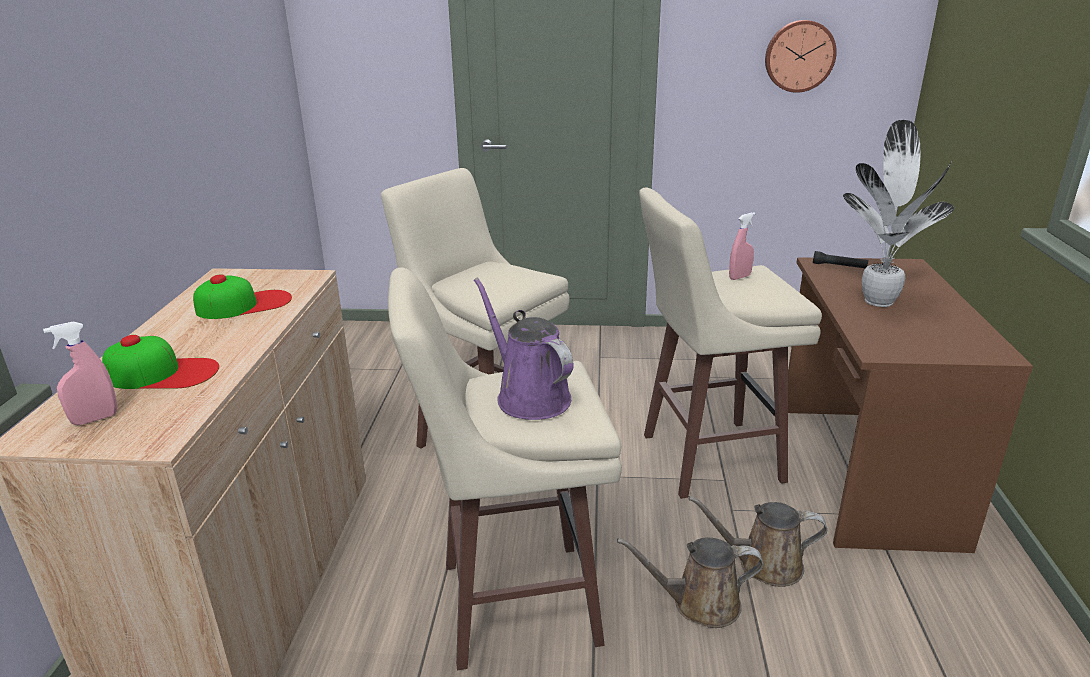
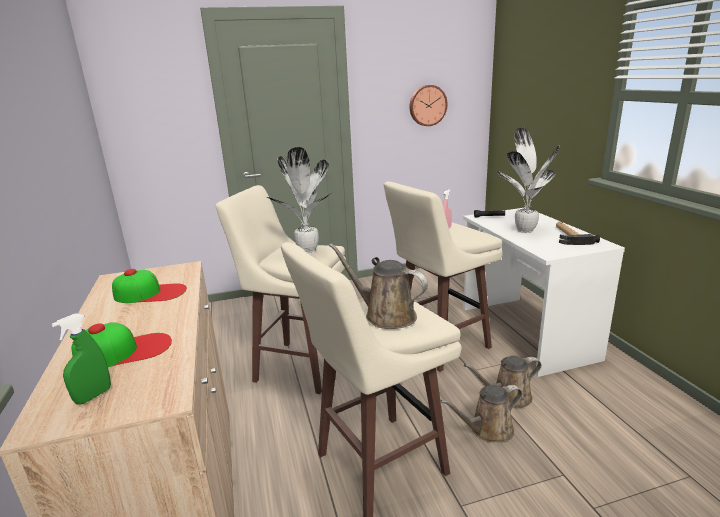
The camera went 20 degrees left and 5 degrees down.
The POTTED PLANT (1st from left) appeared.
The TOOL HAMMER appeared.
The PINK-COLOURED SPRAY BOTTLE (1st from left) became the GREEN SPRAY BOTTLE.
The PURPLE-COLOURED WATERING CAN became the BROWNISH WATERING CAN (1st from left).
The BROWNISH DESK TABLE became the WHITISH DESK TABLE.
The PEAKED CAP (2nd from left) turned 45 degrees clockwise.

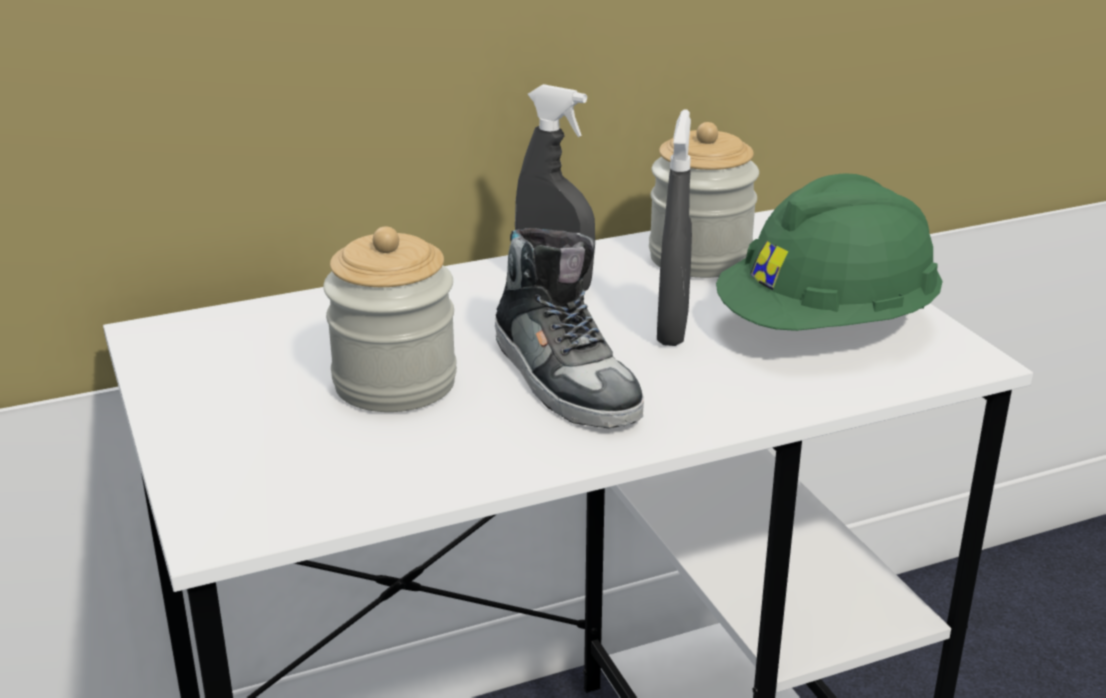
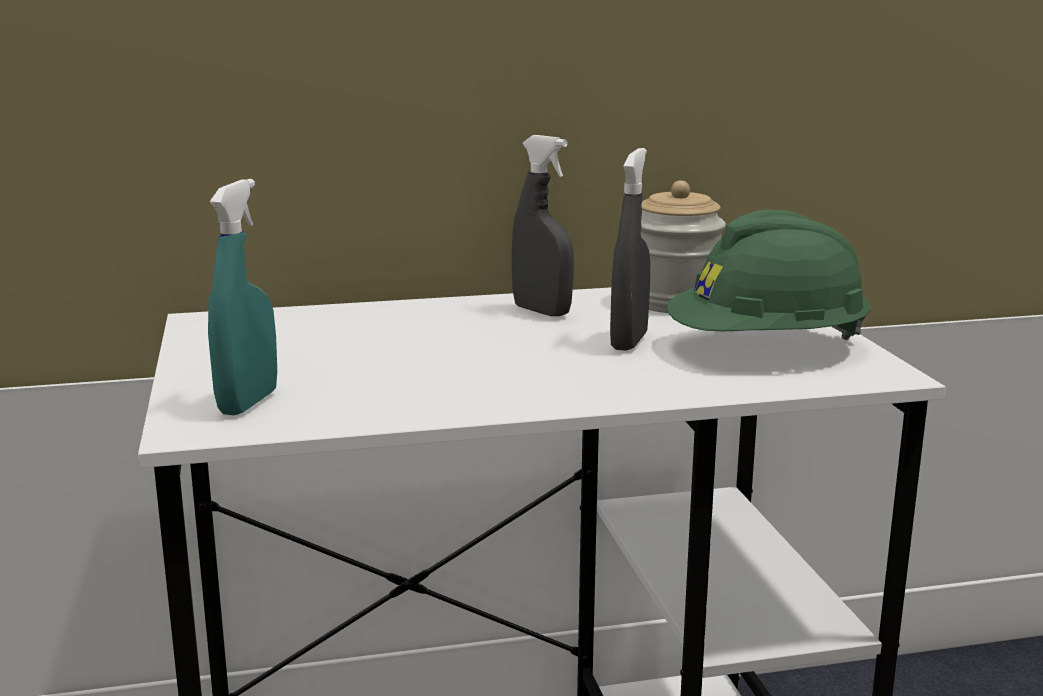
The camera went 10 degrees right and 10 degrees down.
The JAR (1st from left) disappeared.
The LOW SHOE disappeared.
The TURQUOISE SPRAY BOTTLE appeared.

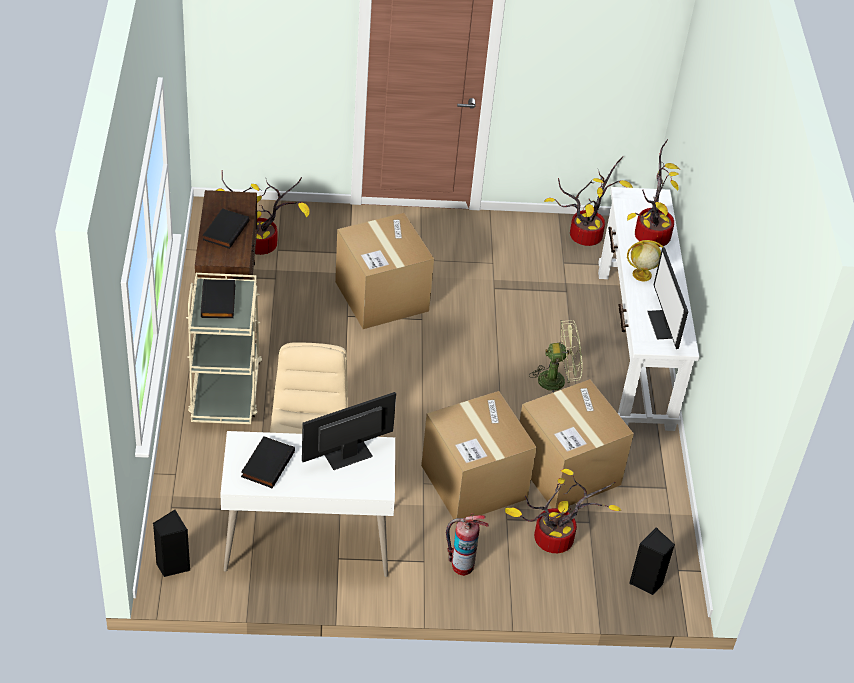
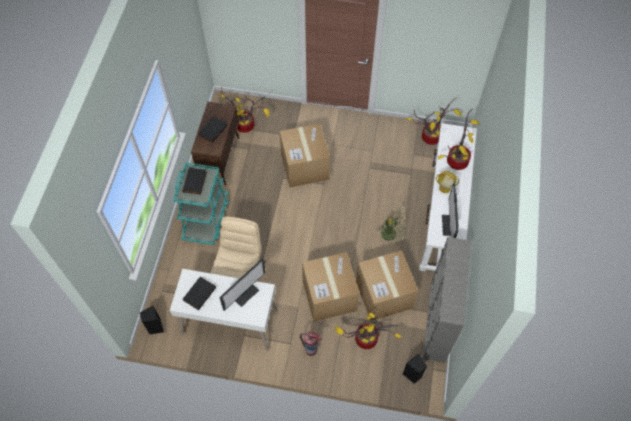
The camera went 15 degrees right and 15 degrees up.
The GREYISH BOOKCASE appeared.
The SAND-COLOURED CART became the TURQUOISE CART.
The MONITOR (1st from left) turned 150 degrees clockwise.

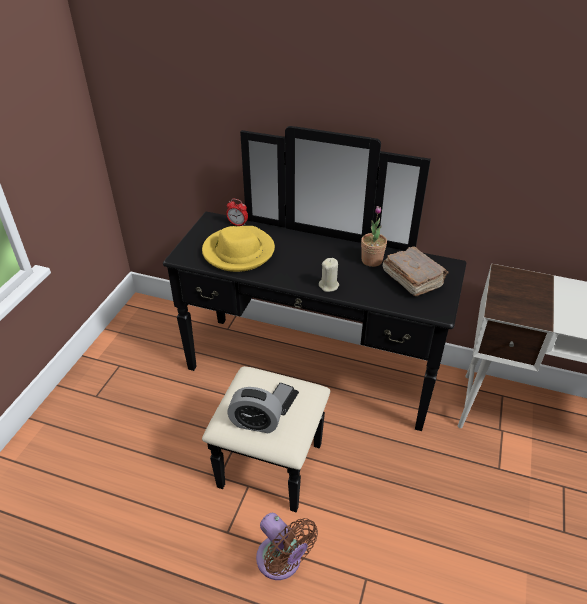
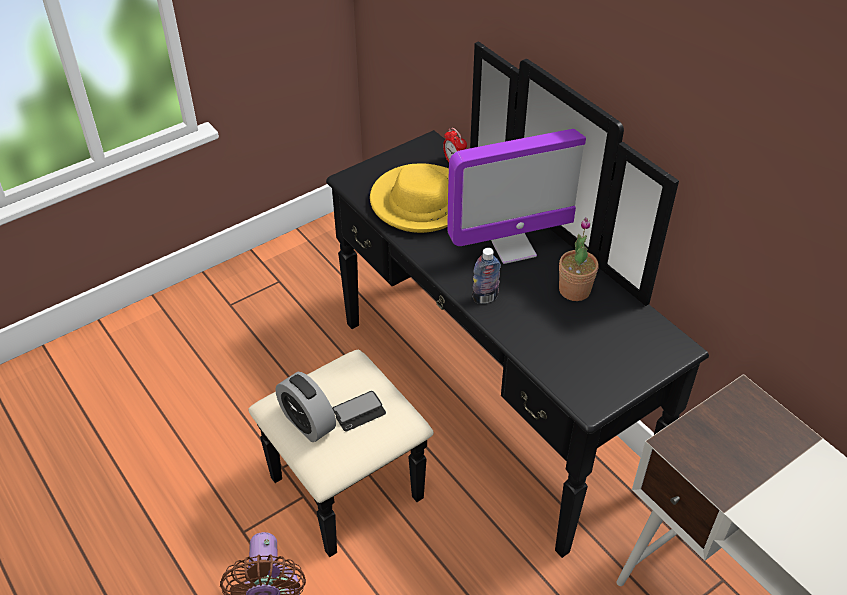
The camera went 35 degrees right and 5 degrees up.
The BROWNISH BOUND BOOK disappeared.
The MONITOR appeared.
The SAND-COLOURED WAX LIGHT was replaced by the BOTTLE.

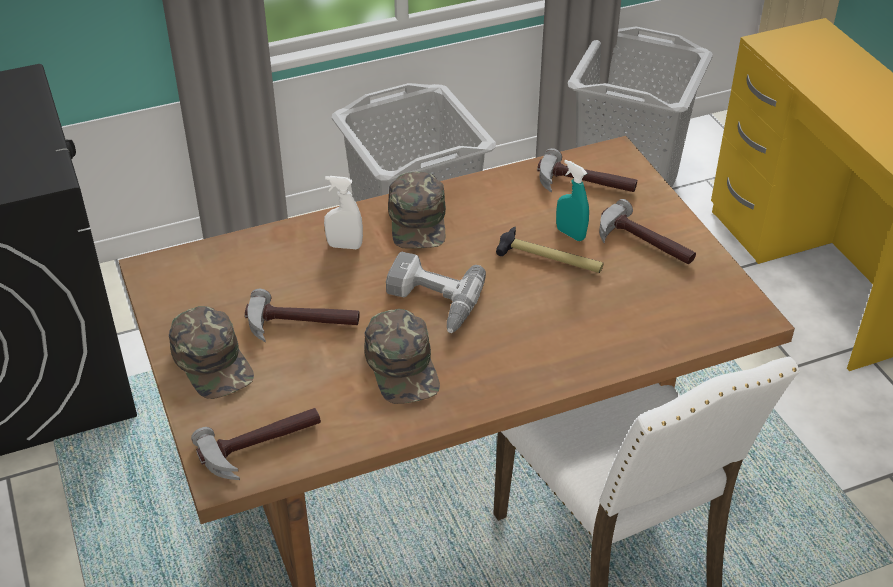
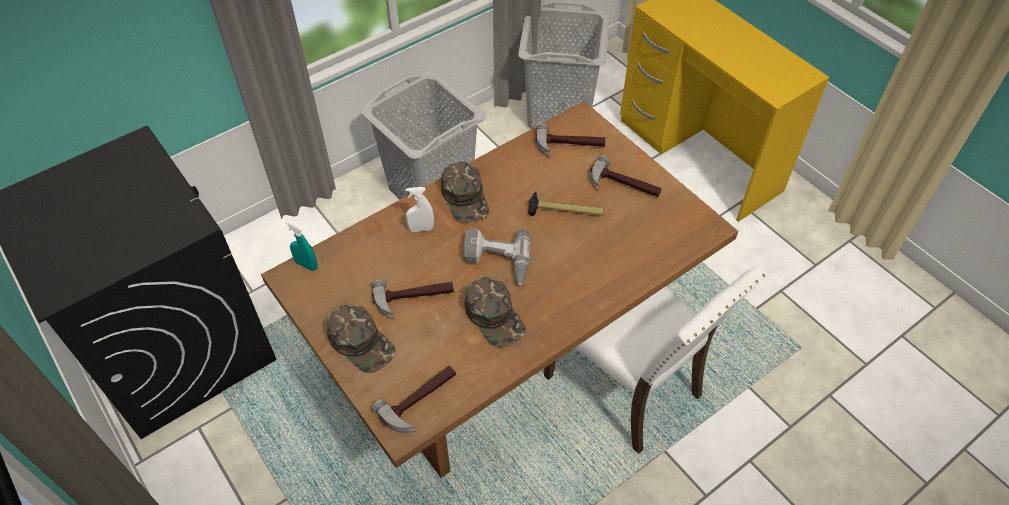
The camera went 15 degrees left and 10 degrees up.
The TURQUOISE SPRAY BOTTLE moved.

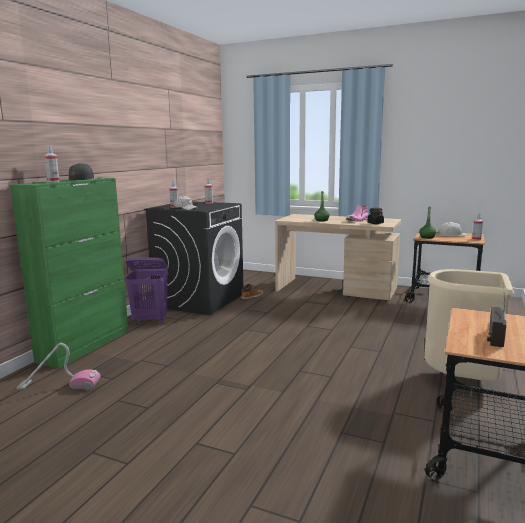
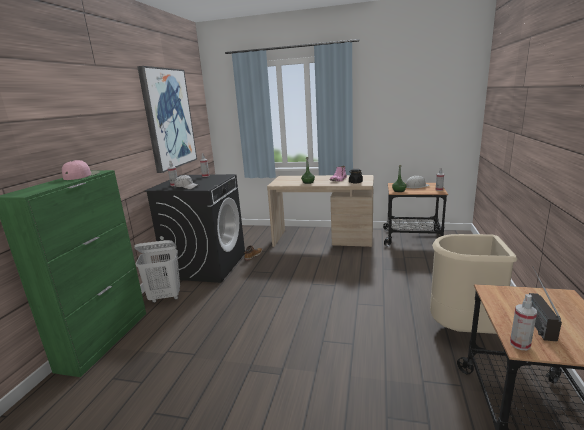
The camera went 10 degrees left and 5 degrees up.
The VACUUM disappeared.
The PICTURE appeared.
The SPRAY BOTTLE (1st from left in the first image) moved.
The BLACK PEAKED CAP became the PINK-COLOURED PEAKED CAP.
The PURPLE-COLOURED LAUNDRY BASKET became the WHITISH LAUNDRY BASKET.

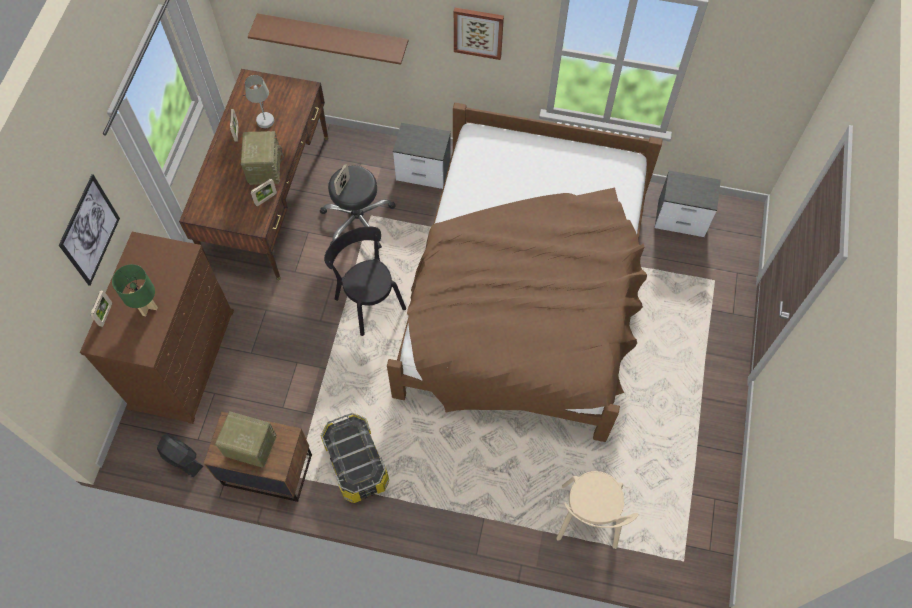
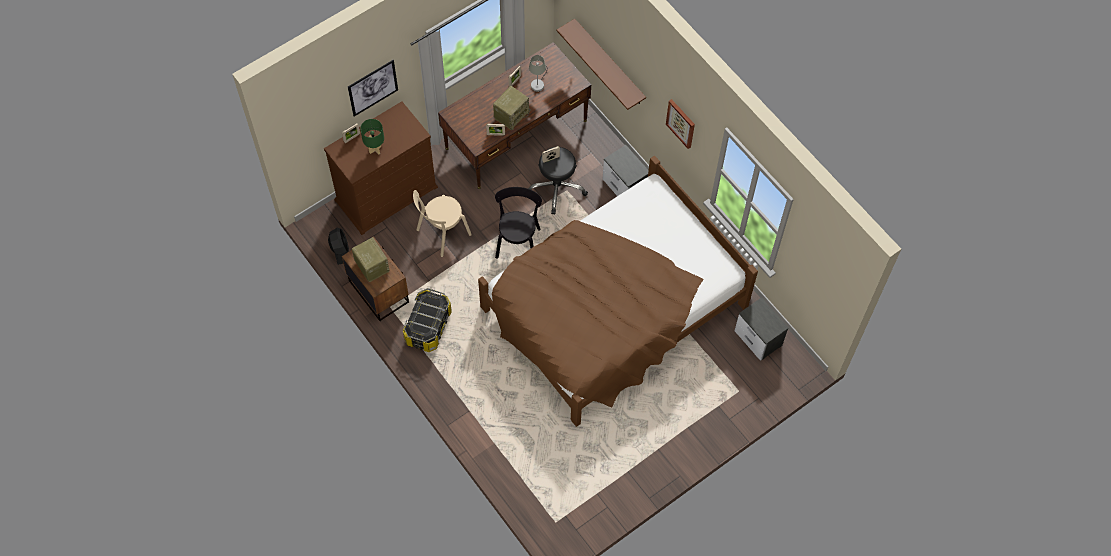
The camera went 40 degrees right and 0 degrees up.
The SAND-COLOURED PLAIN CHAIR moved.

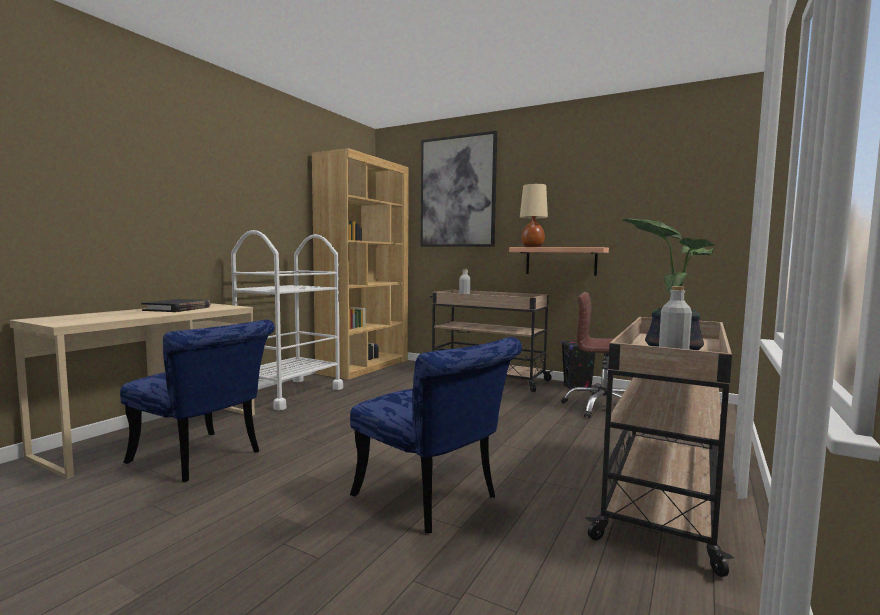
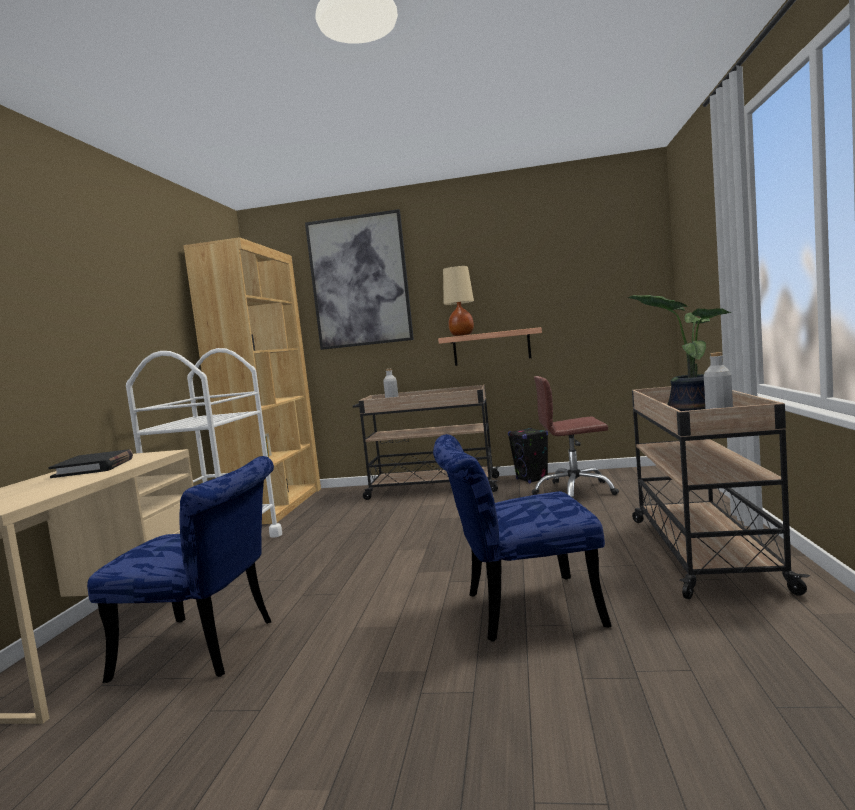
The camera went 20 degrees left and 0 degrees up.
The BLUE-COLOURED PLAIN CHAIR (2nd from left) turned 150 degrees clockwise.

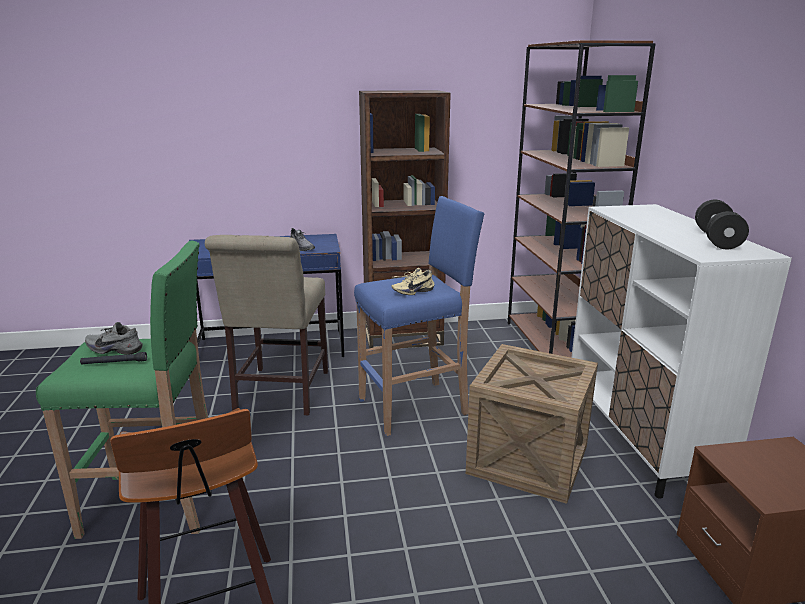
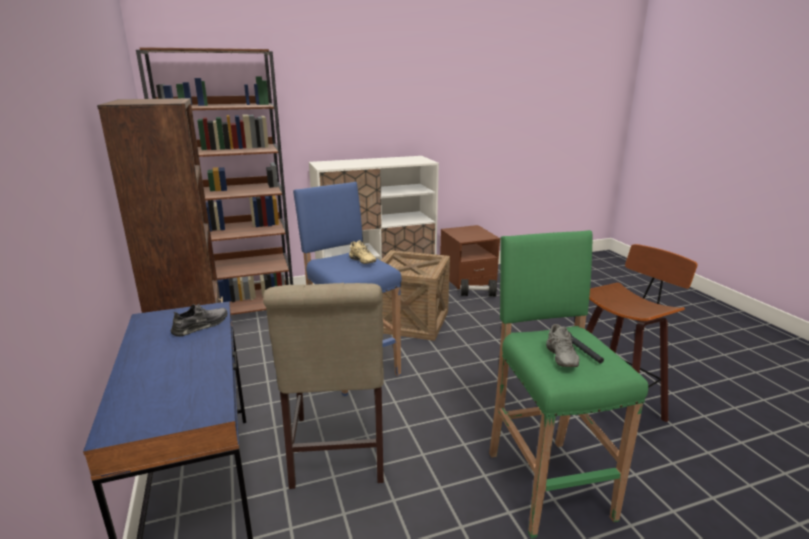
The camera went 100 degrees left and 0 degrees up.
The BLACK DUMBBELL moved.
The SAND-COLOURED PLAIN CHAIR turned 90 degrees clockwise.

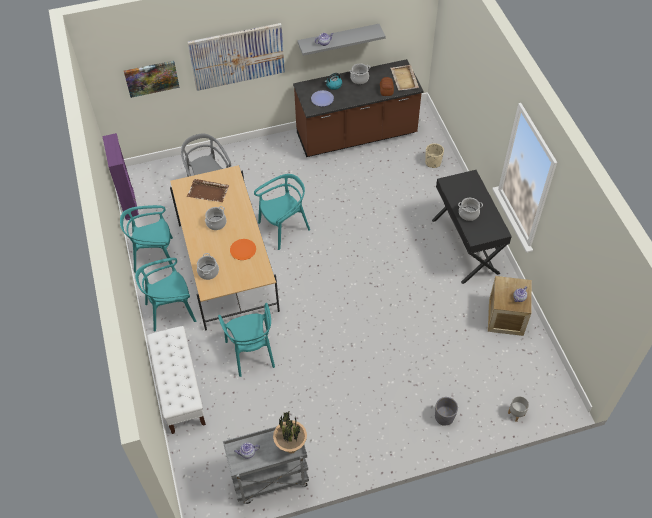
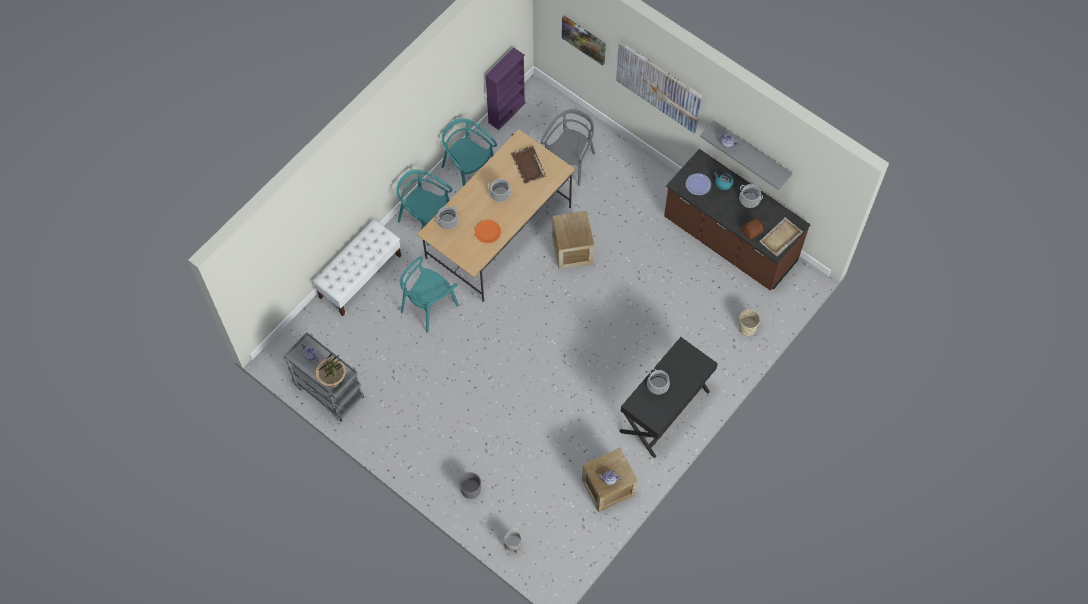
The camera went 55 degrees right and 10 degrees up.
The TURQUOISE PLAIN CHAIR (4th from left) was replaced by the CRATE (1st from left).

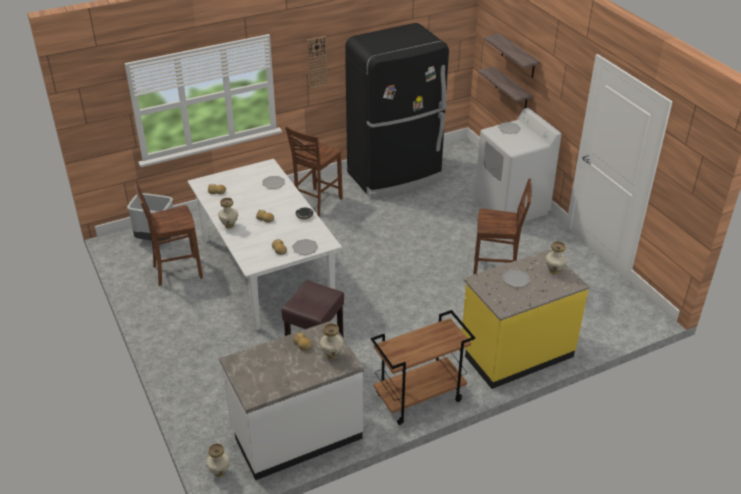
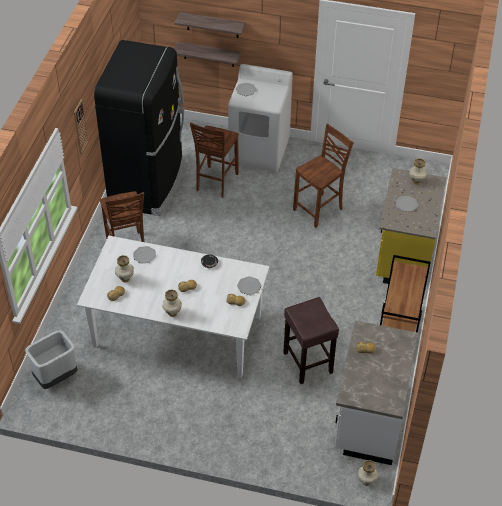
The camera went 50 degrees left and 10 degrees up.
The BROWNISH PLAIN CHAIR (1st from left in the first image) moved.
The DECORATIVE VASE (3rd from left in the first image) moved.

